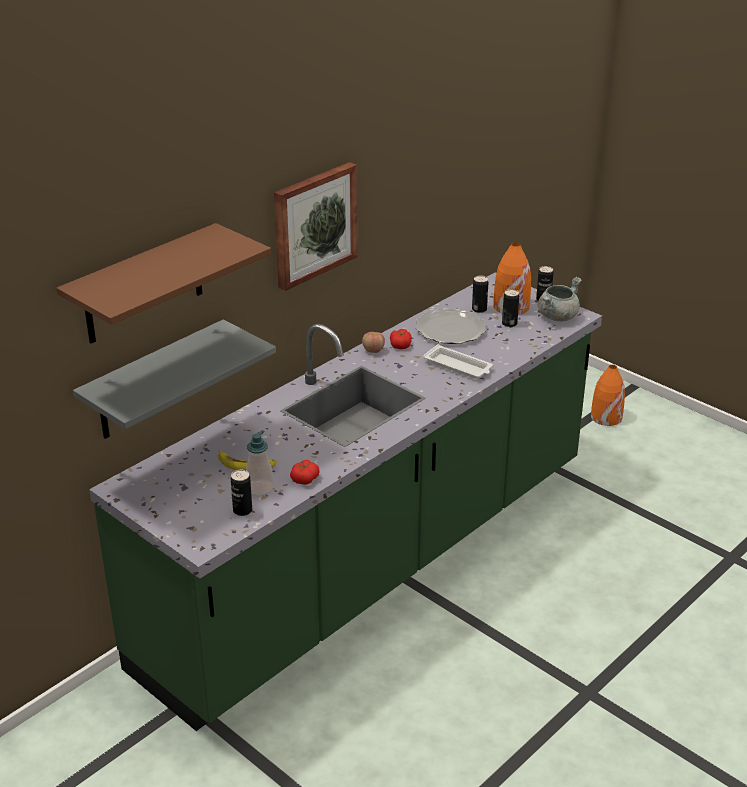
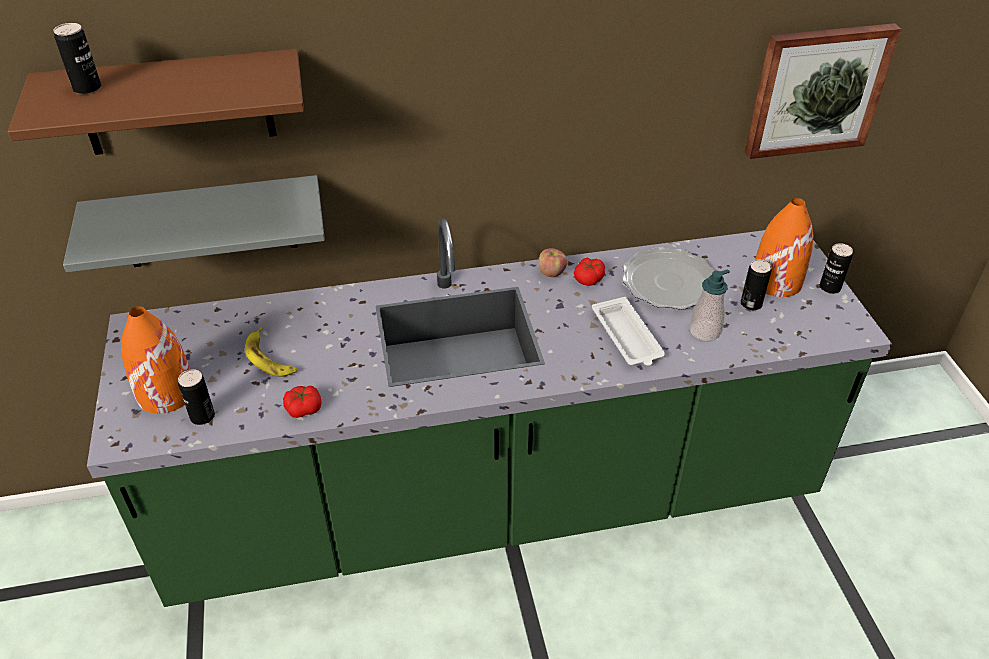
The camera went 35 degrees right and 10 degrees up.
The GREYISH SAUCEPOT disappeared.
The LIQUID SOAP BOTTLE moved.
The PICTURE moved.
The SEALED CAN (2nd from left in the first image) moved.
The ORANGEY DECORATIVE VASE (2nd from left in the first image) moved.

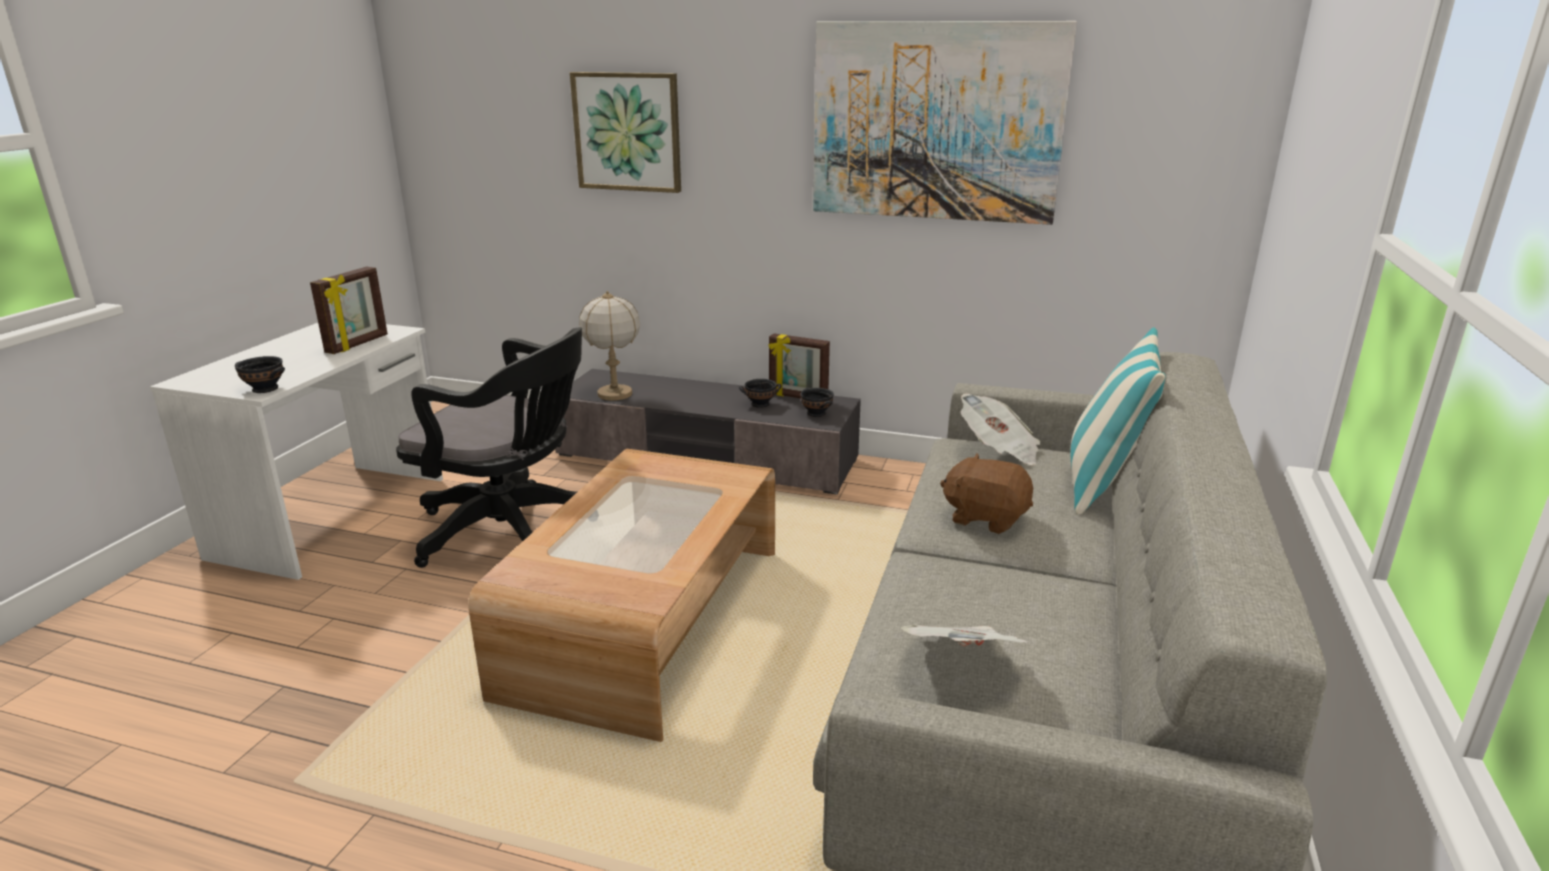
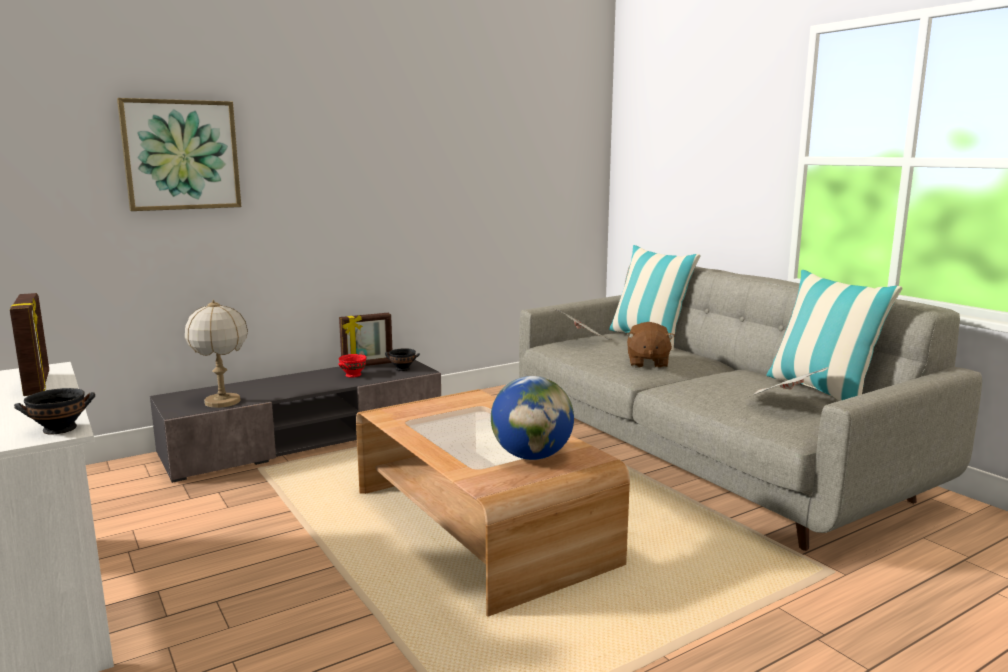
The camera went 50 degrees left and 10 degrees down.
The BLACK DESK CHAIR disappeared.
The PICTURE (2nd from left) disappeared.
The WORLD GLOBE appeared.
The CUSHION (2nd from left) appeared.
The BLACK BOWL (2nd from left) became the REDDISH BOWL.
The BROWNISH PLUSH TOY turned 60 degrees counterclockwise.

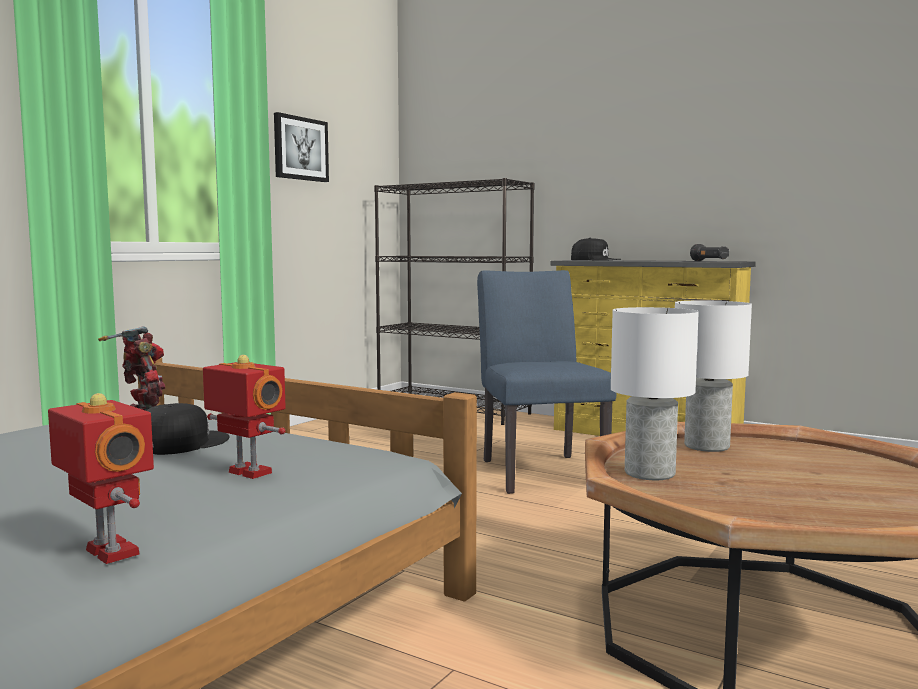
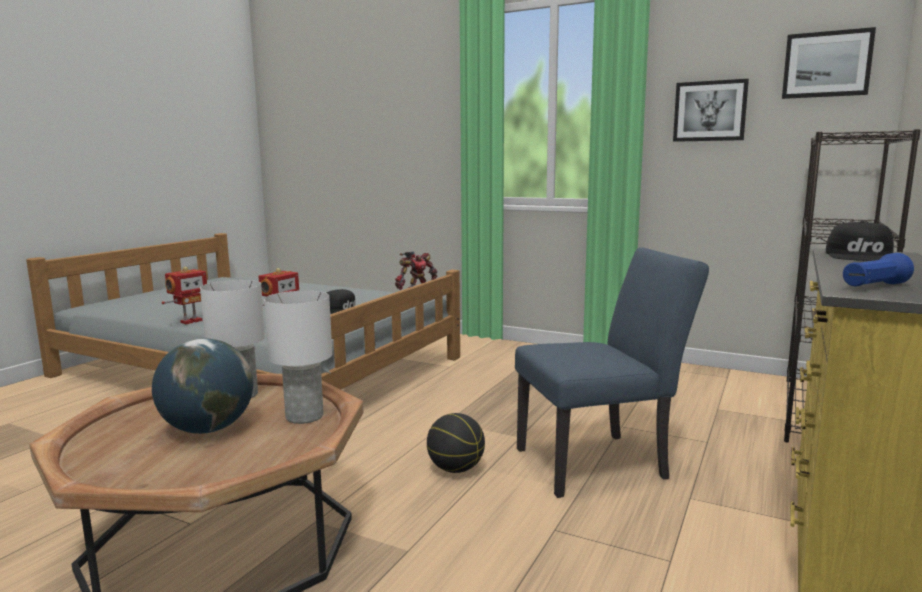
The camera went 85 degrees right and 5 degrees up.
The WORLD GLOBE appeared.
The BASKETBALL appeared.
The PICTURE (2nd from left) appeared.
The BLACK FLASHLIGHT became the BLUE-COLOURED FLASHLIGHT.

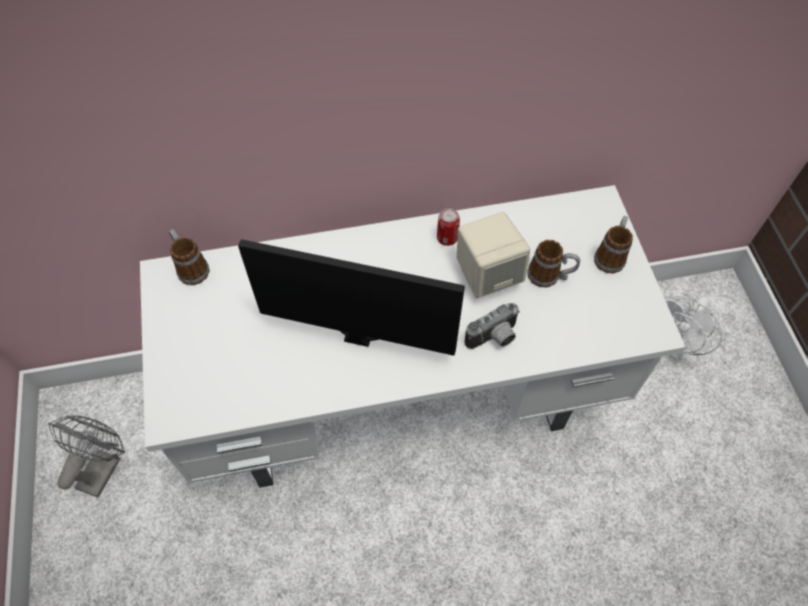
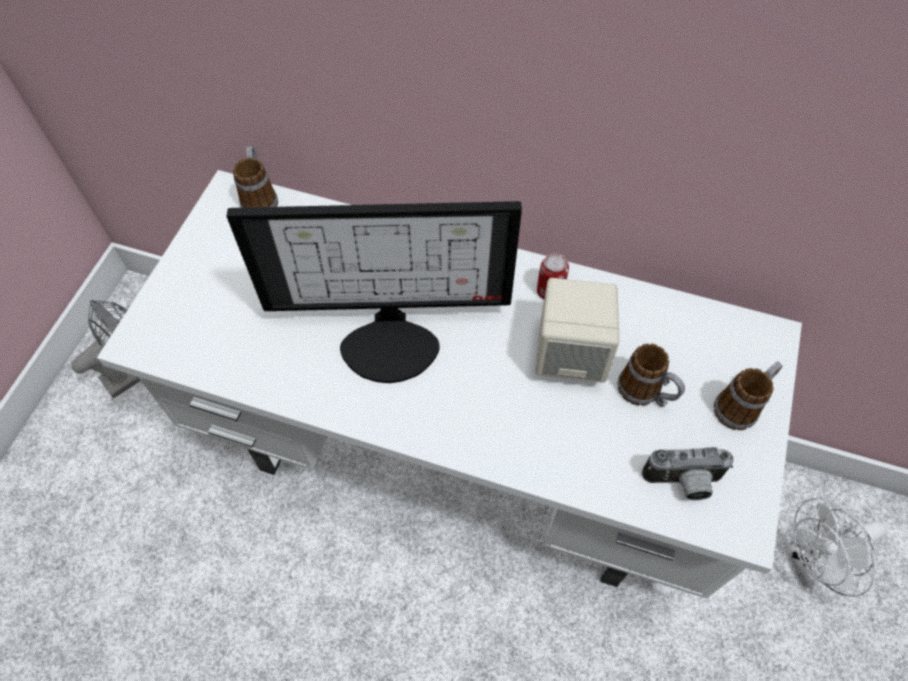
The camera went 30 degrees right and 0 degrees up.
The STILL CAMERA moved.
The MONITOR turned 135 degrees clockwise.

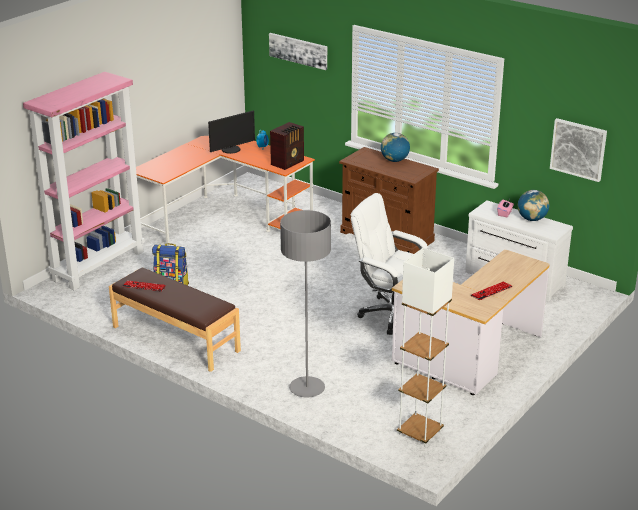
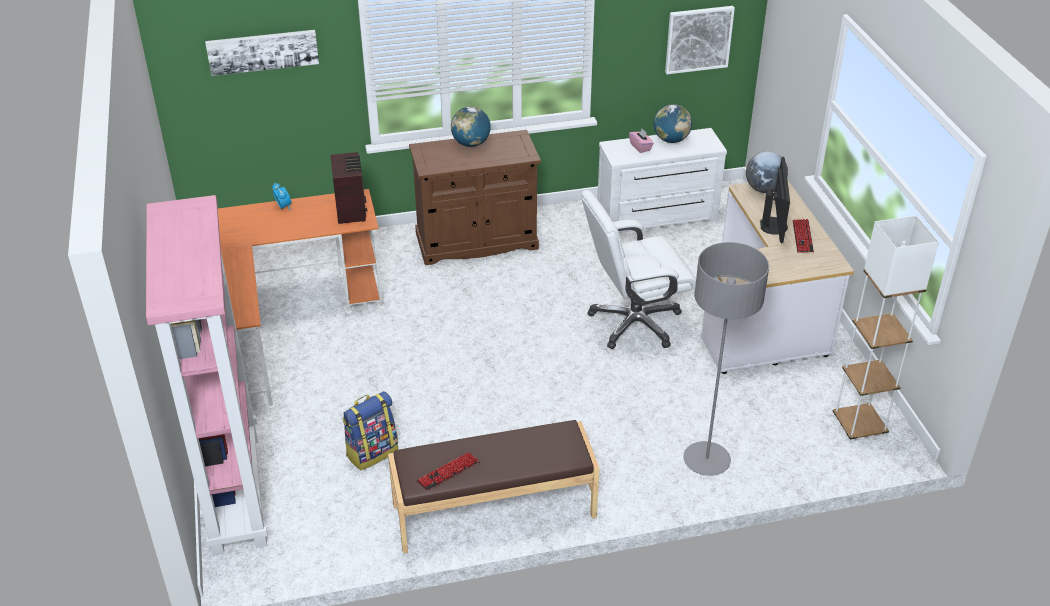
The camera went 50 degrees left and 10 degrees up.
The WORLD GLOBE (3rd from left) appeared.
The MONITOR moved.

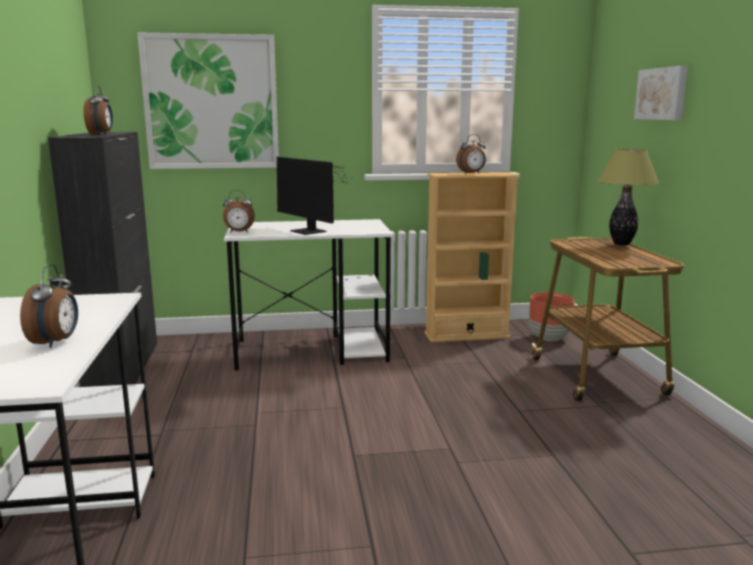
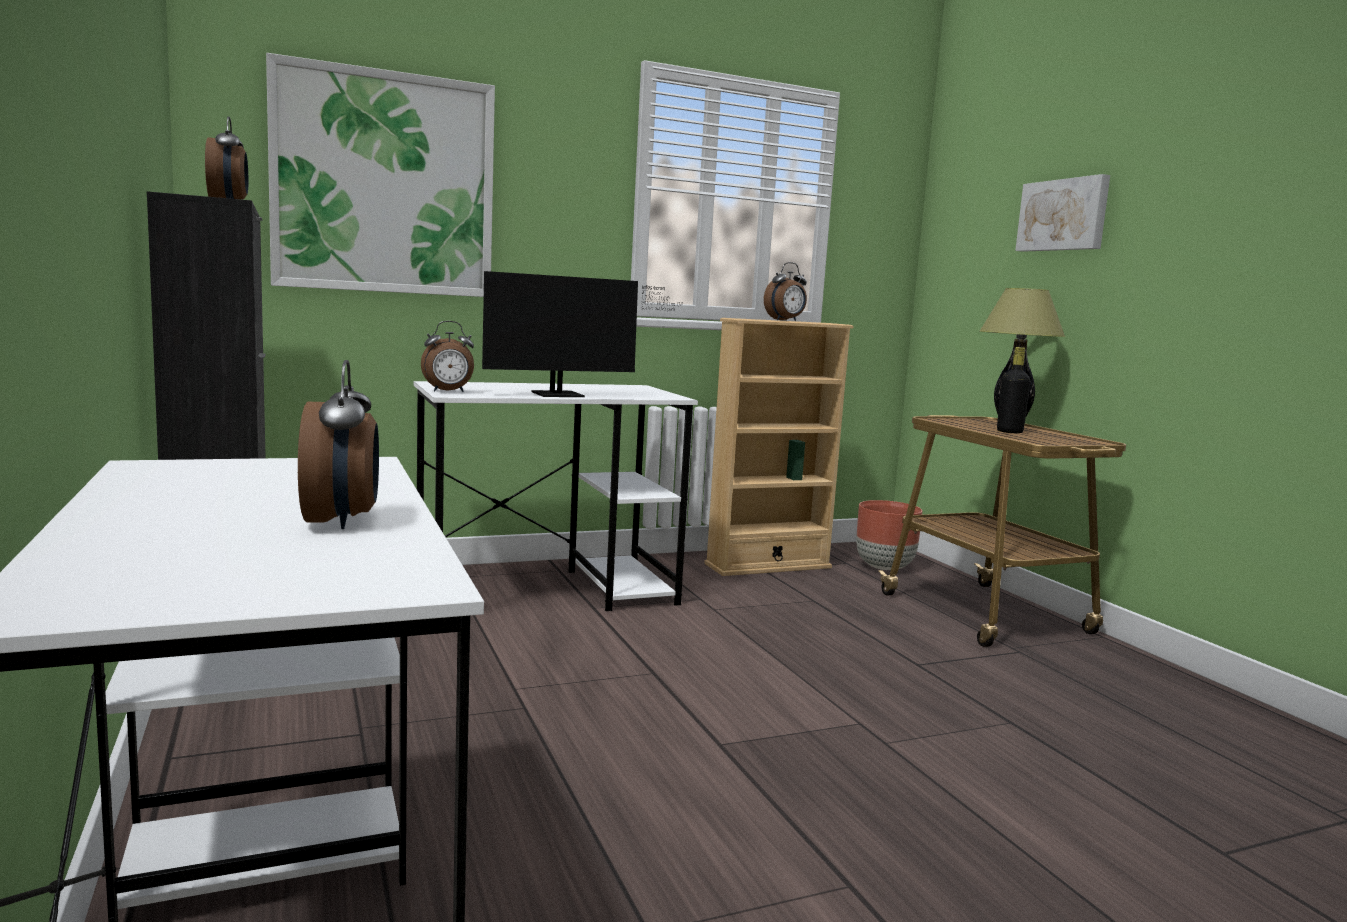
The camera went 15 degrees left and 5 degrees down.
The BLACK BOTTLE appeared.
The MONITOR turned 60 degrees counterclockwise.

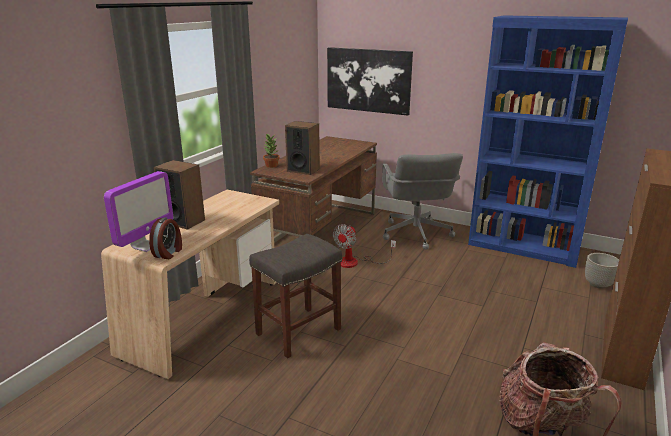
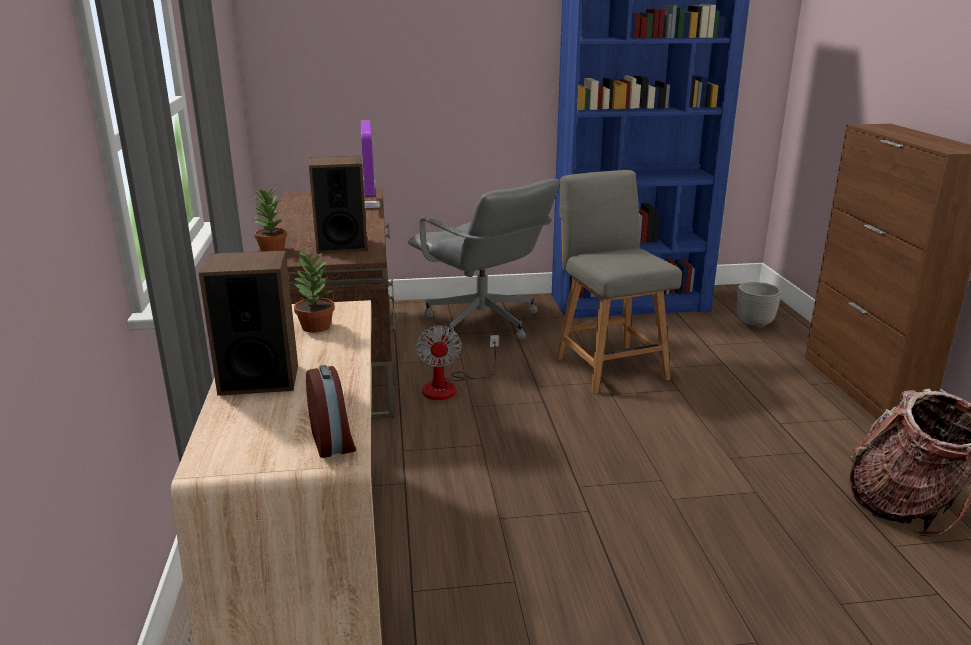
The camera went 35 degrees left and 0 degrees up.
The GREYISH SITTING STOOL disappeared.
The PICTURE disappeared.
The POTTED PLANT (2nd from left) appeared.
The GREYISH PLAIN CHAIR appeared.
The MONITOR moved.

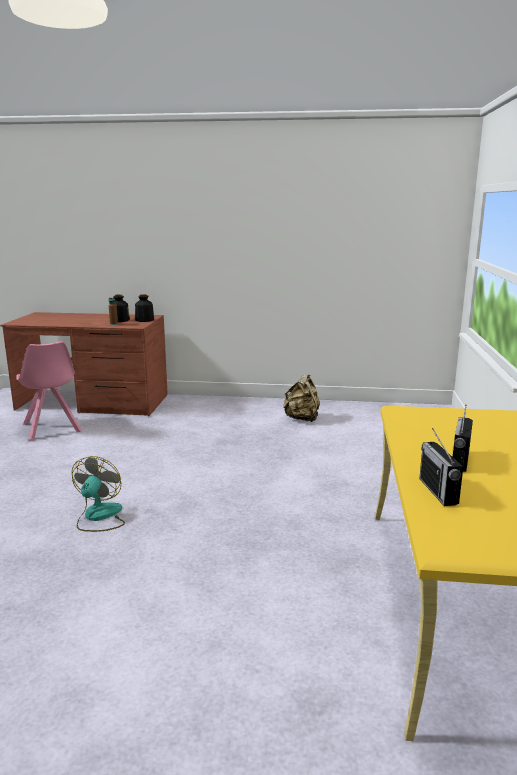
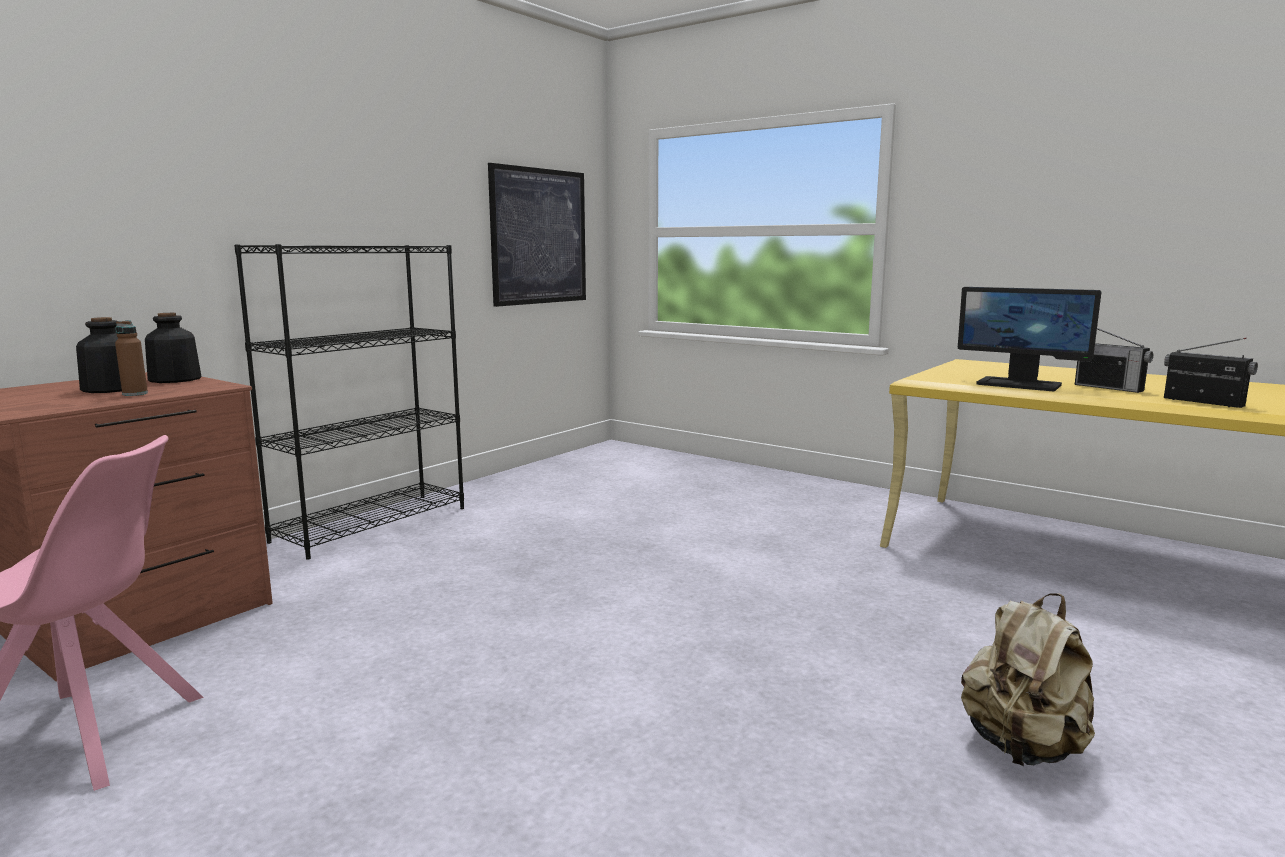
The camera went 60 degrees left and 5 degrees down.
The COOLING FAN disappeared.
The BLACK BOOKCASE appeared.
The PICTURE appeared.
The MONITOR appeared.
The SAND-COLOURED BACKPACK moved.
The RADIO (1st from left in the first image) turned 150 degrees counterclockwise.

